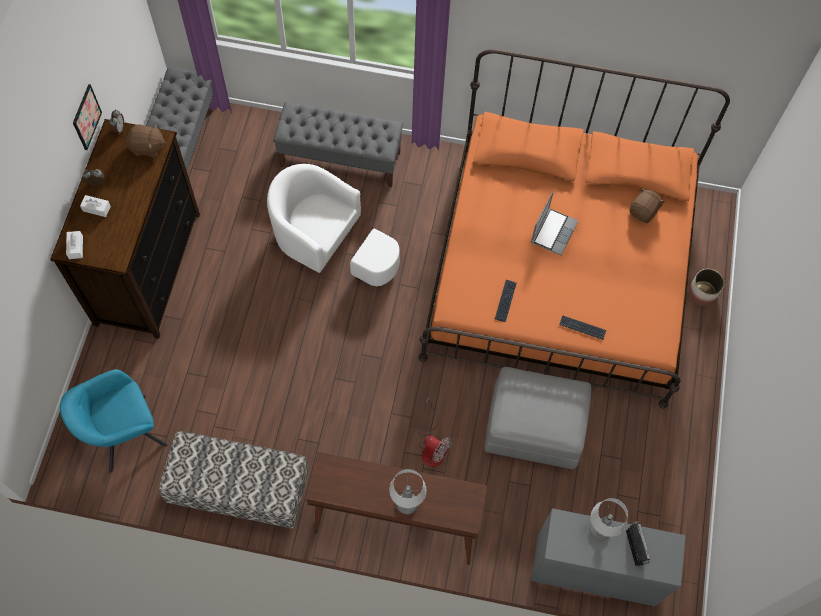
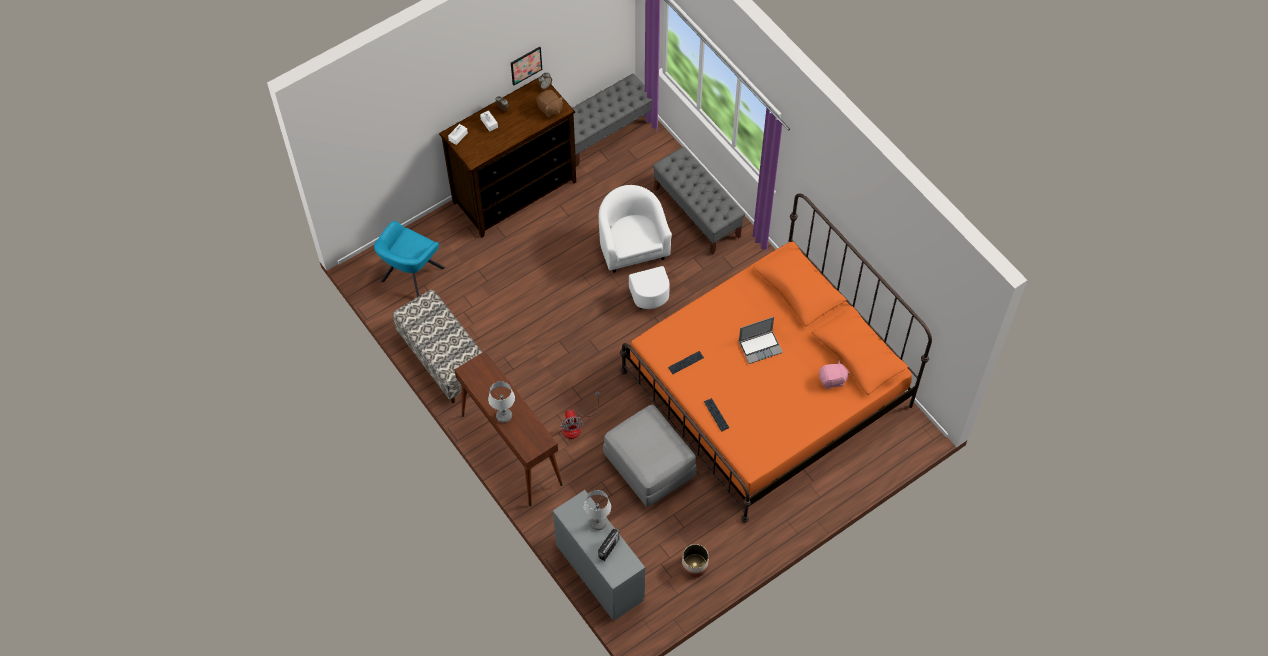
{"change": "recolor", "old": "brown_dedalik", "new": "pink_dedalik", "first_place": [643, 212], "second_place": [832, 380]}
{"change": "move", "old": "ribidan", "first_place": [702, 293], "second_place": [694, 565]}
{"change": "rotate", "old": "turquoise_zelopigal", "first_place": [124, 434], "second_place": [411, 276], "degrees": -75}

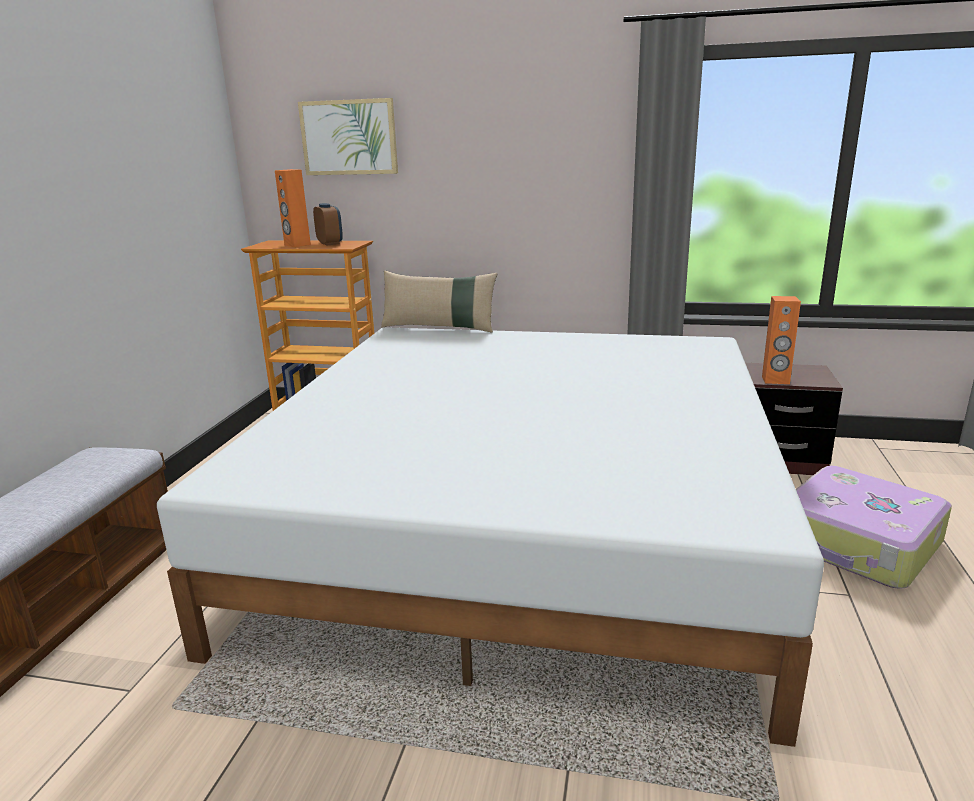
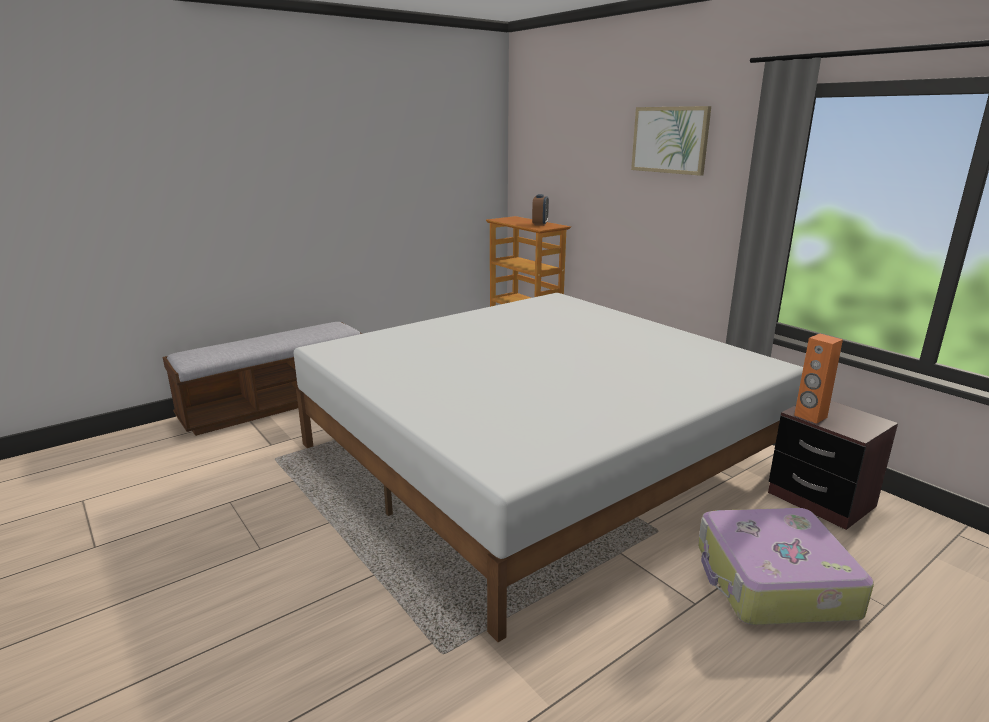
{"change": "move", "old": "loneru", "first_place": [349, 137], "second_place": [670, 140]}
{"change": "delete", "old": "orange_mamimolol", "first_place": [297, 245]}
{"change": "delete", "old": "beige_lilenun", "first_place": [439, 327]}

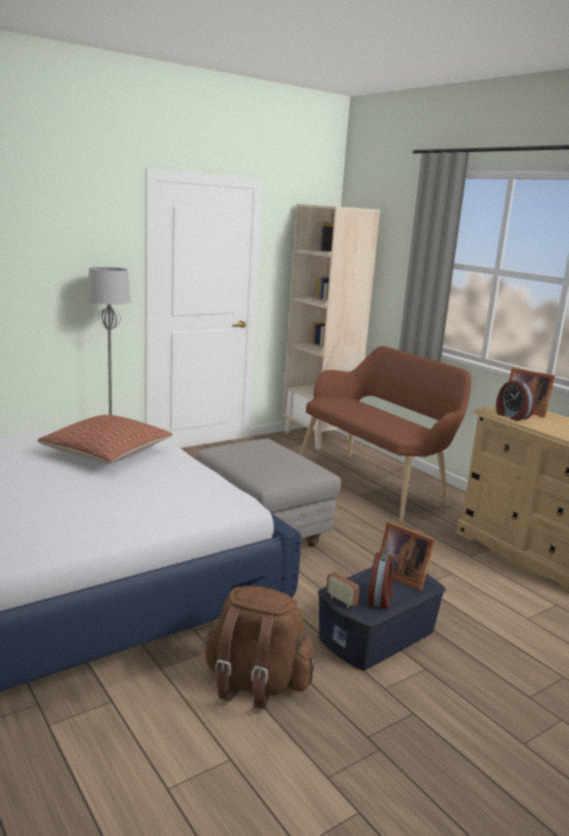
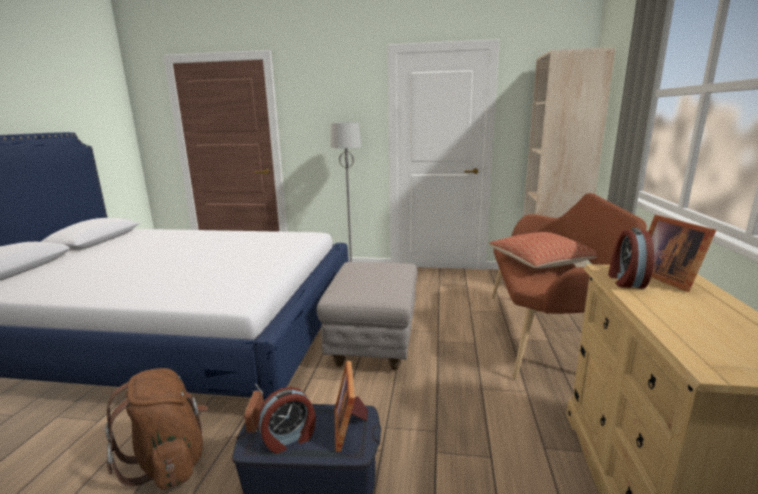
{"change": "move", "old": "lilenun", "first_place": [106, 453], "second_place": [540, 262]}

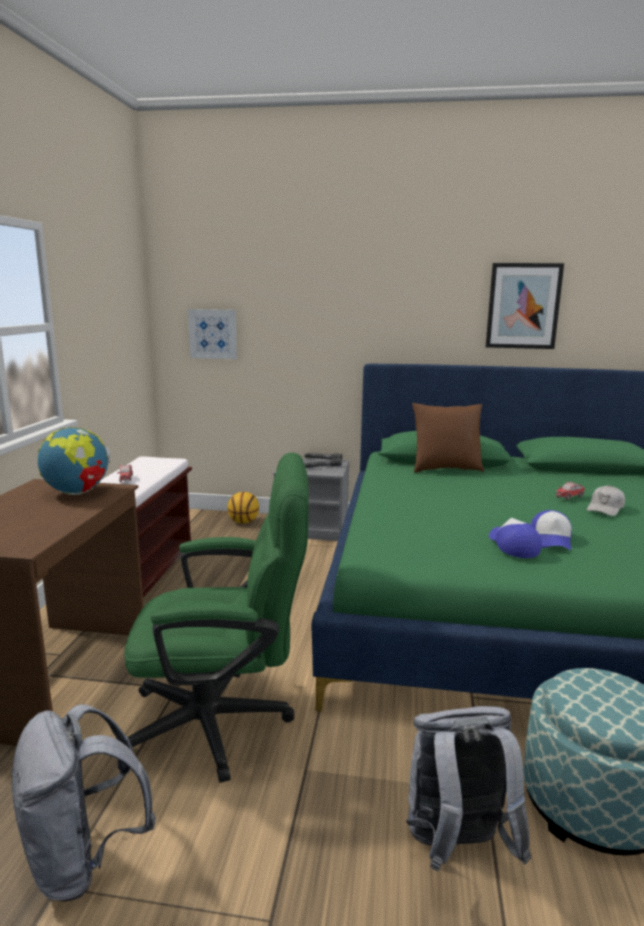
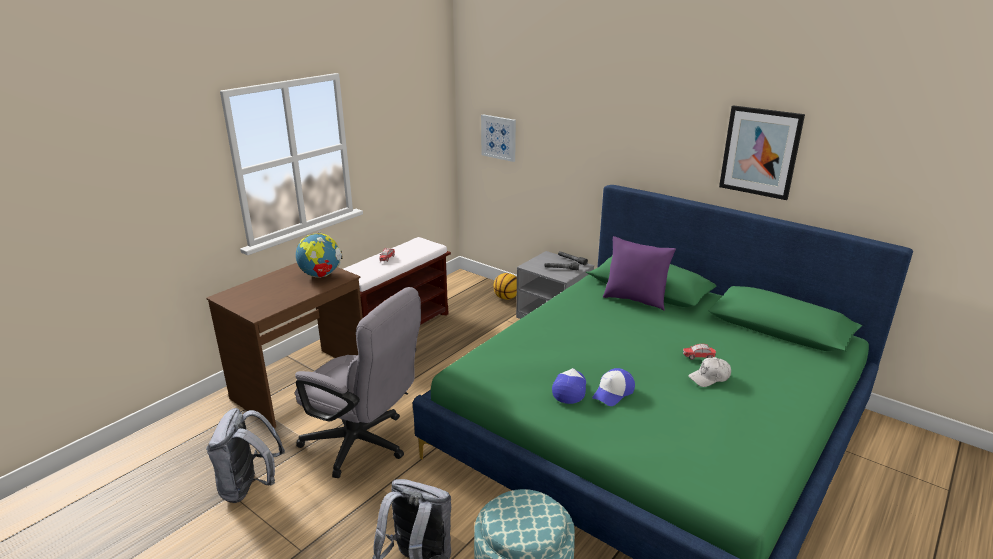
{"change": "recolor", "old": "brown_lilenun", "new": "purple_lilenun", "first_place": [445, 469], "second_place": [635, 300]}
{"change": "recolor", "old": "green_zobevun", "new": "grey_zobevun", "first_place": [224, 722], "second_place": [364, 445]}

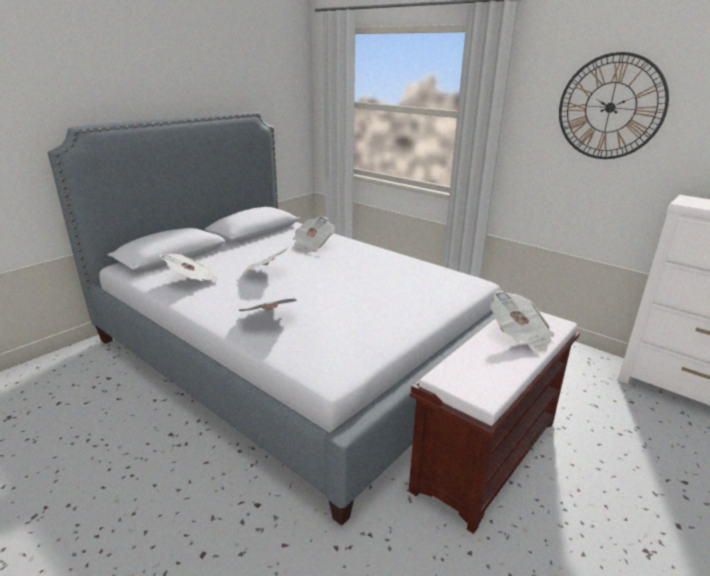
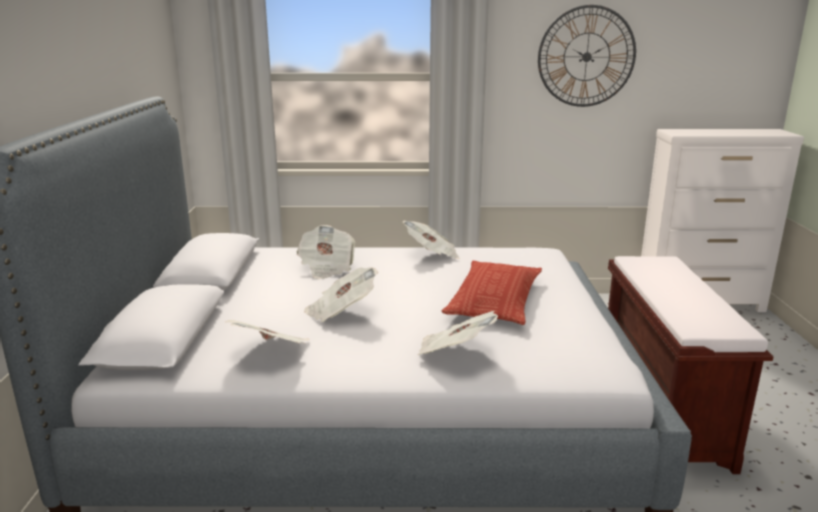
{"change": "move", "old": "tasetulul", "first_place": [519, 337], "second_place": [432, 254]}
{"change": "insert", "new": "lilenun", "second_place": [495, 300]}

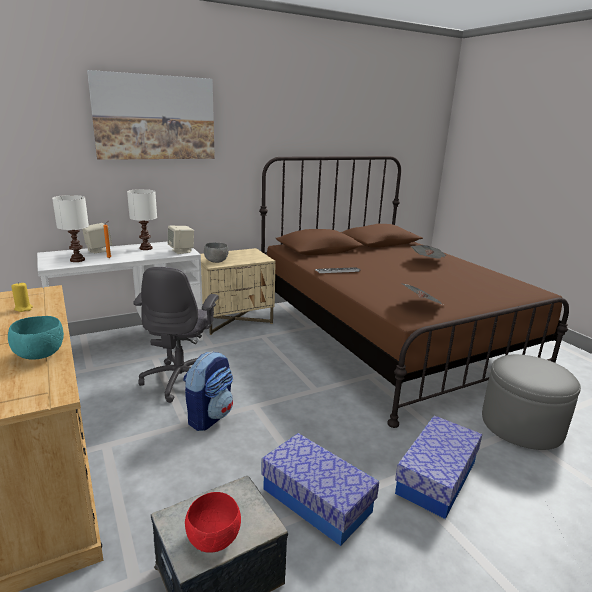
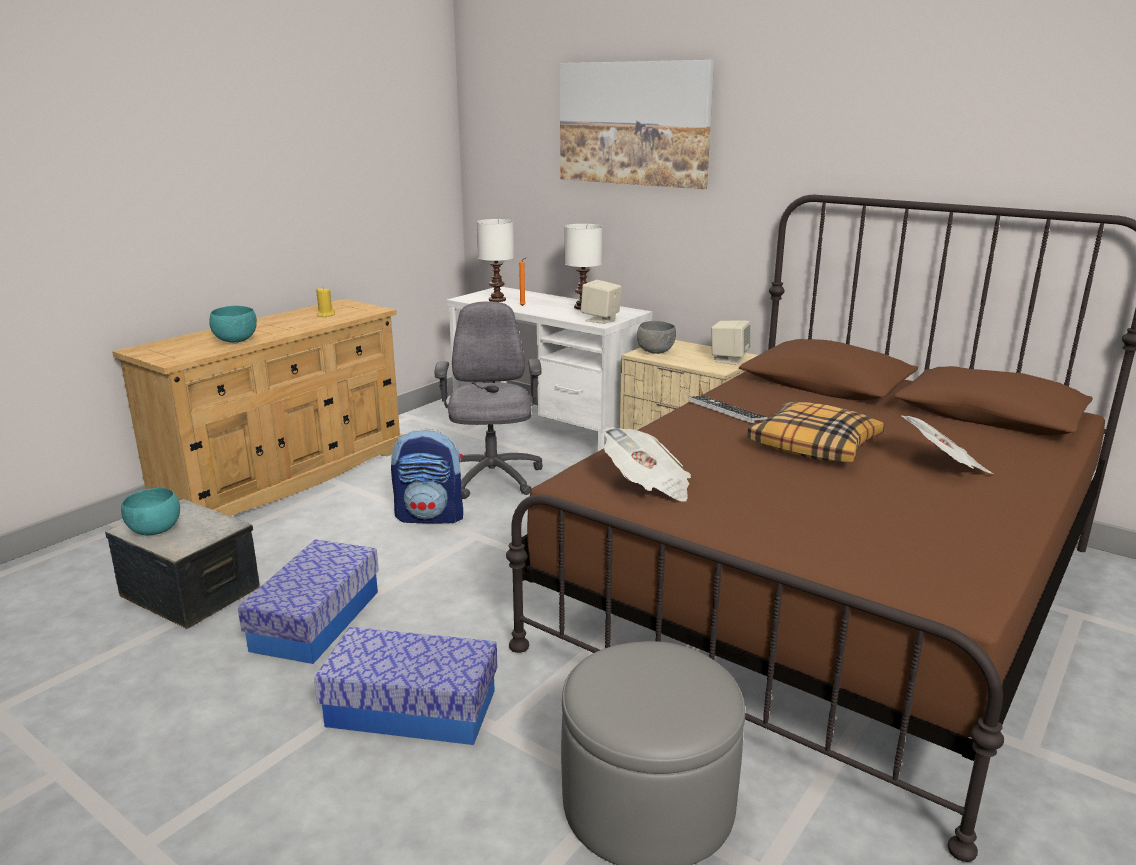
{"change": "move", "old": "beige_mamimolol", "first_place": [98, 250], "second_place": [729, 360]}
{"change": "rotate", "old": "grey_zobevun", "first_place": [181, 380], "second_place": [491, 479], "degrees": 105}
{"change": "recolor", "old": "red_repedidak", "new": "turquoise_repedidak", "first_place": [215, 540], "second_place": [155, 531]}
{"change": "insert", "new": "lilenun", "second_place": [815, 445]}

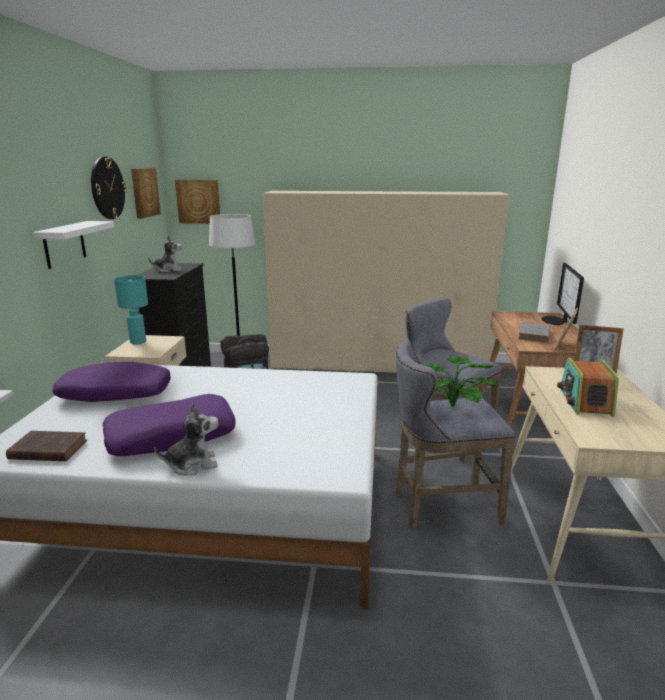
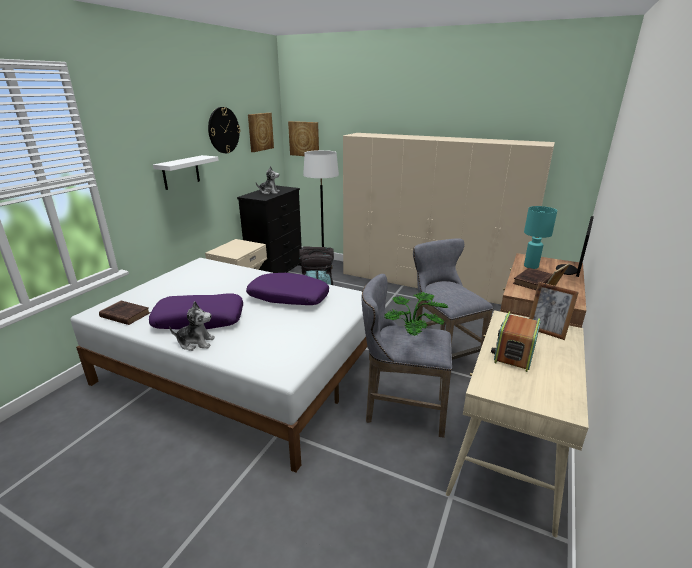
{"change": "move", "old": "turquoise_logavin", "first_place": [137, 342], "second_place": [530, 266]}
{"change": "recolor", "old": "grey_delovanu", "new": "brown_delovanu", "first_place": [533, 335], "second_place": [532, 282]}
{"change": "move", "old": "purple_lilenun", "first_place": [115, 394], "second_place": [288, 298]}

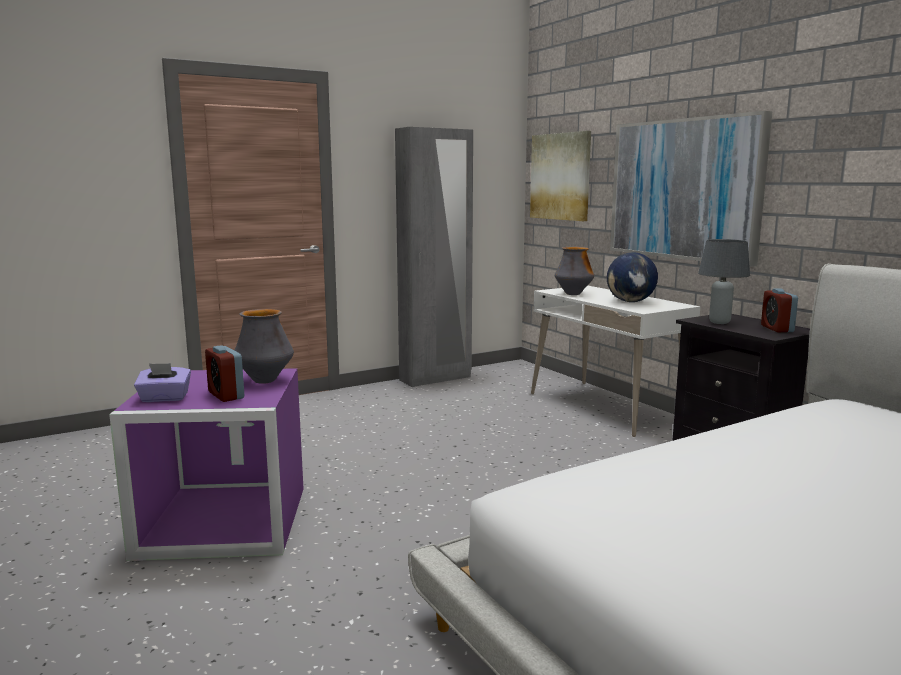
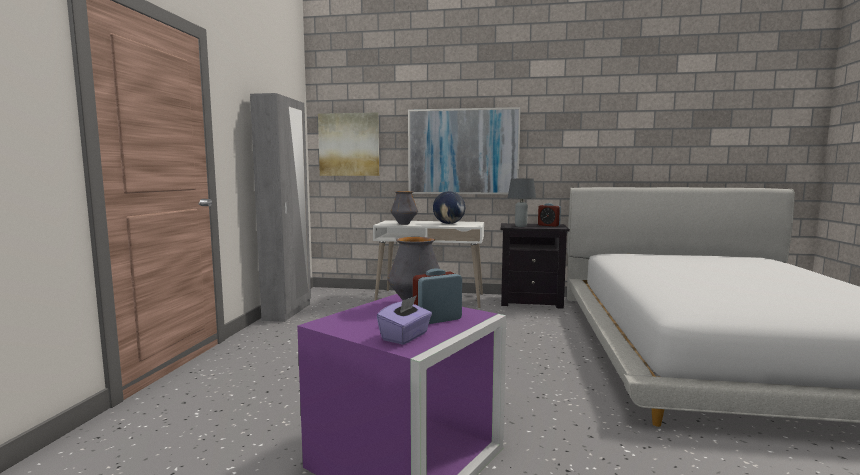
{"change": "rotate", "old": "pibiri", "first_place": [226, 395], "second_place": [437, 319], "degrees": 150}

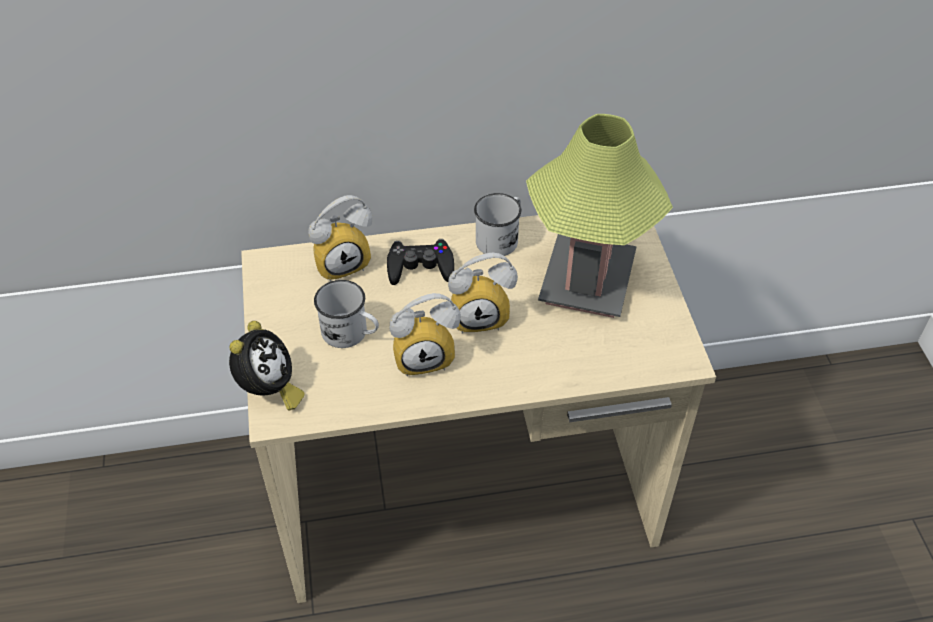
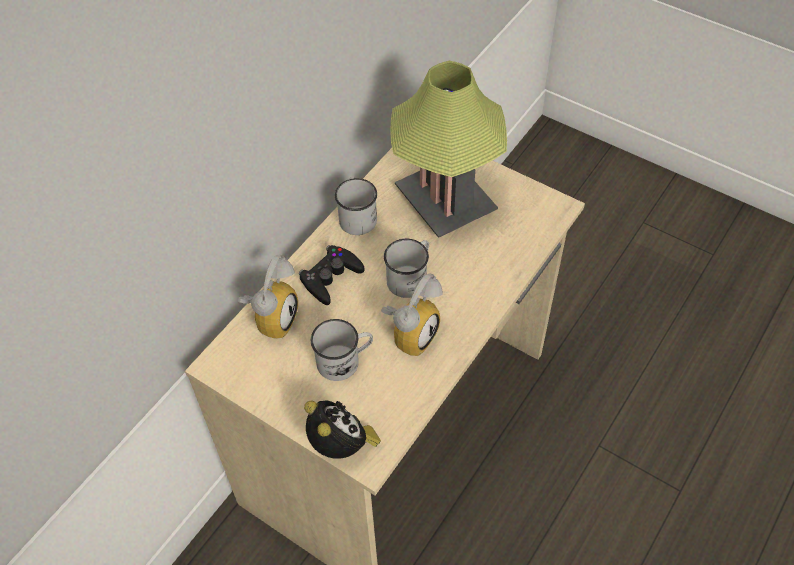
{"change": "replace", "old": "pibiri", "new": "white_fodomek", "first_place": [480, 315], "second_place": [410, 277]}

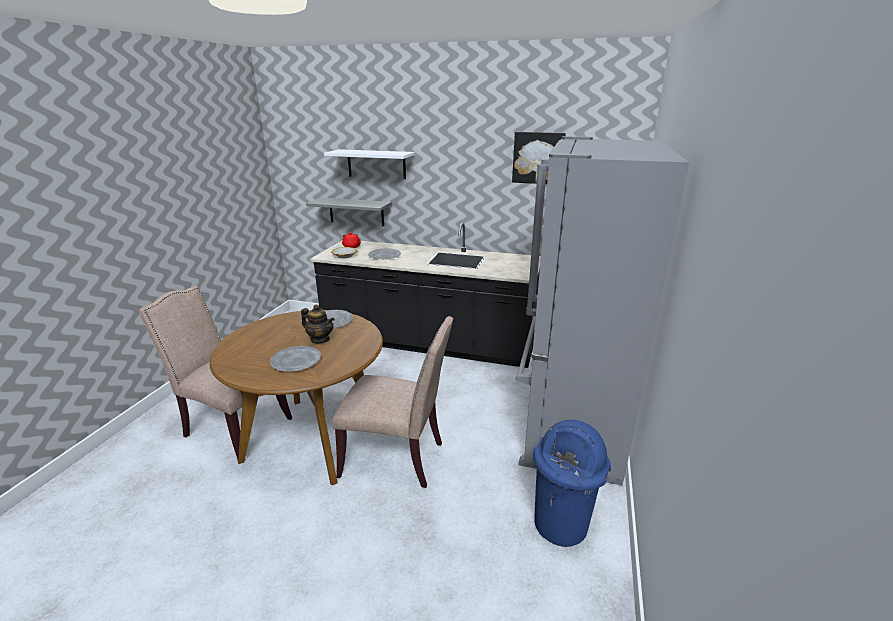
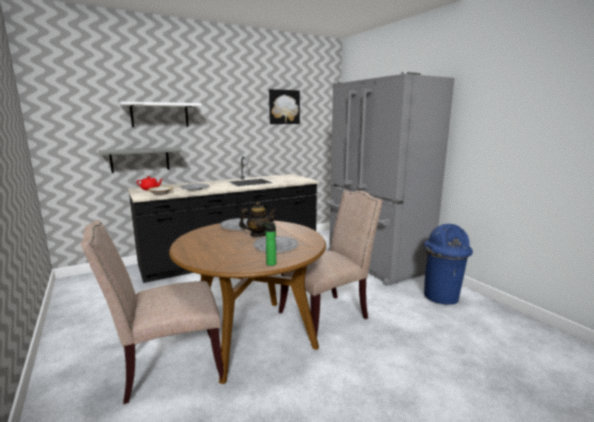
{"change": "insert", "new": "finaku", "second_place": [269, 263]}

